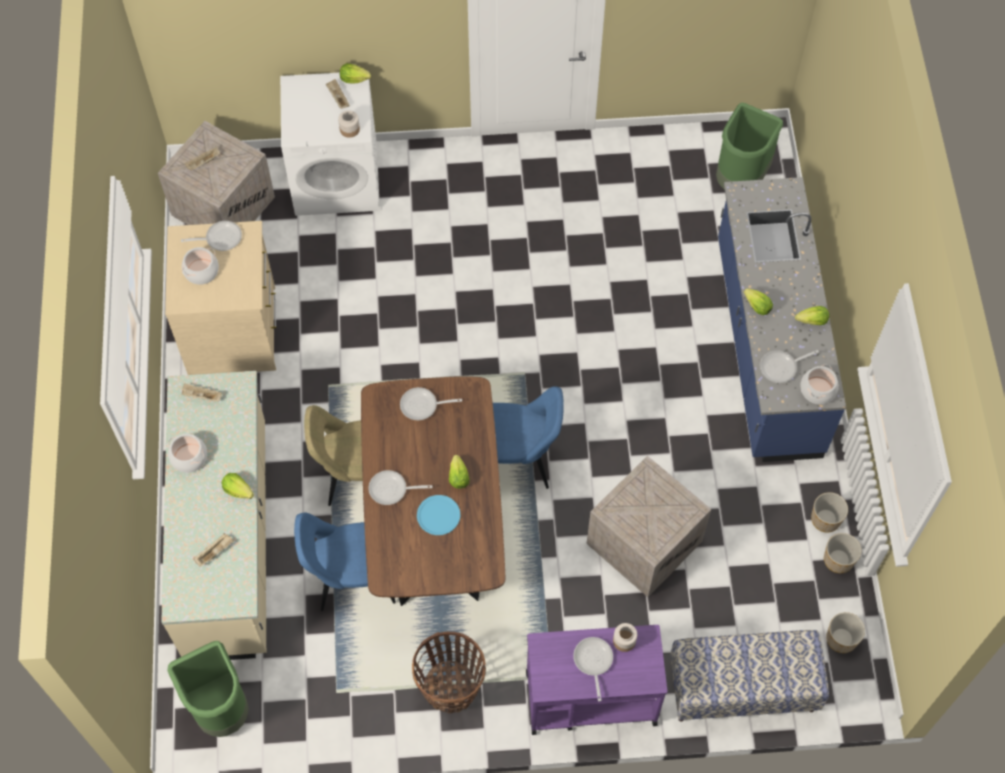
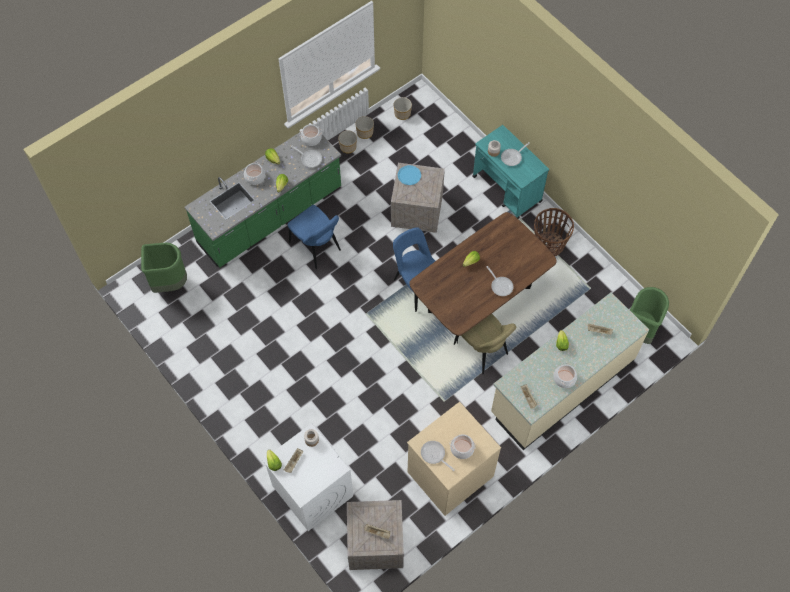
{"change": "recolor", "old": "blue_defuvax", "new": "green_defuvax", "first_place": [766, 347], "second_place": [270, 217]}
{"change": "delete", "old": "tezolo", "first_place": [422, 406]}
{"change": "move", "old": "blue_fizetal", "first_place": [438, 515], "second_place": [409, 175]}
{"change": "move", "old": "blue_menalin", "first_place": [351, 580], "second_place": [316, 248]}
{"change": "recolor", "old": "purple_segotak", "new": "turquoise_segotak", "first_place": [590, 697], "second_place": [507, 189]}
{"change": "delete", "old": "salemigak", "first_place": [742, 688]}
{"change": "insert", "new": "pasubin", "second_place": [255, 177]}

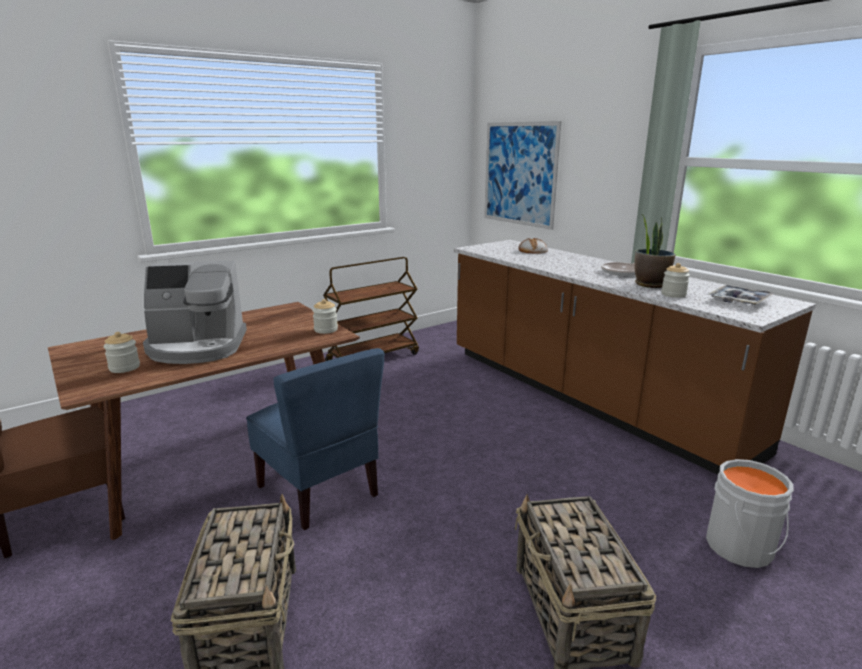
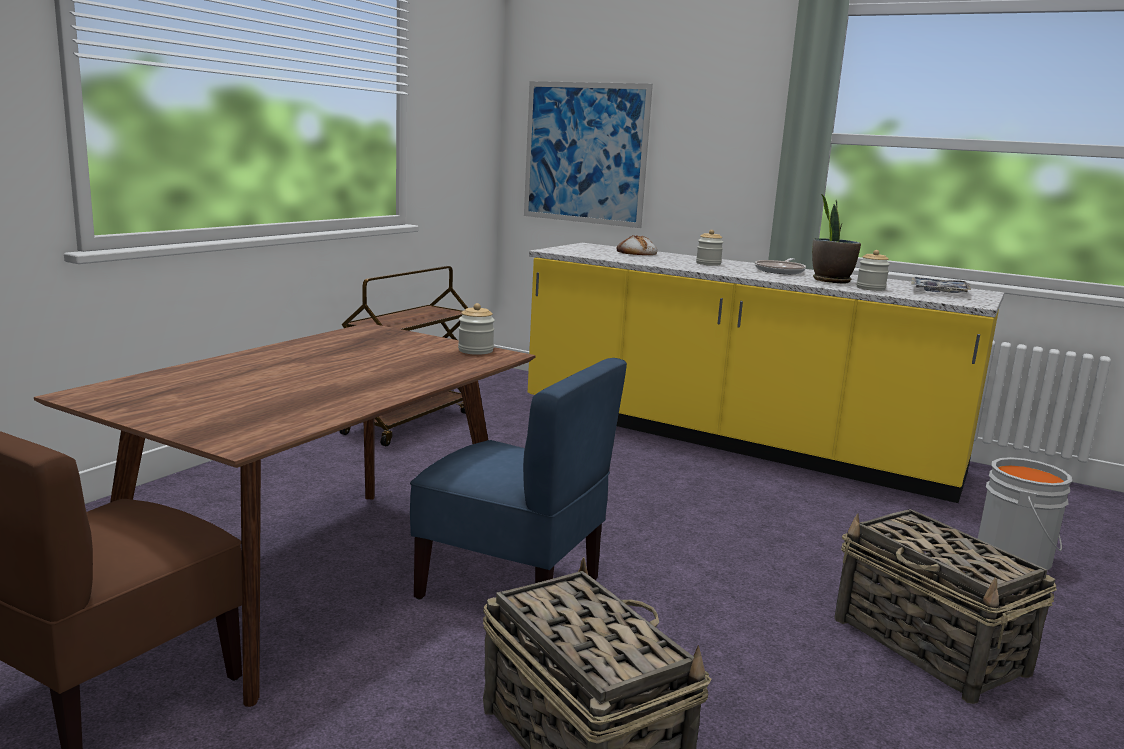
{"change": "recolor", "old": "brown_defuvax", "new": "yellow_defuvax", "first_place": [585, 397], "second_place": [732, 441]}
{"change": "delete", "old": "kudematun", "first_place": [197, 347]}
{"change": "move", "old": "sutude", "first_place": [124, 367], "second_place": [708, 264]}

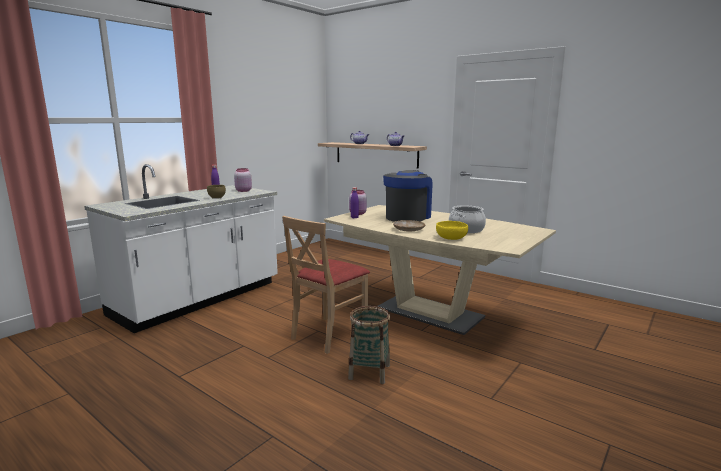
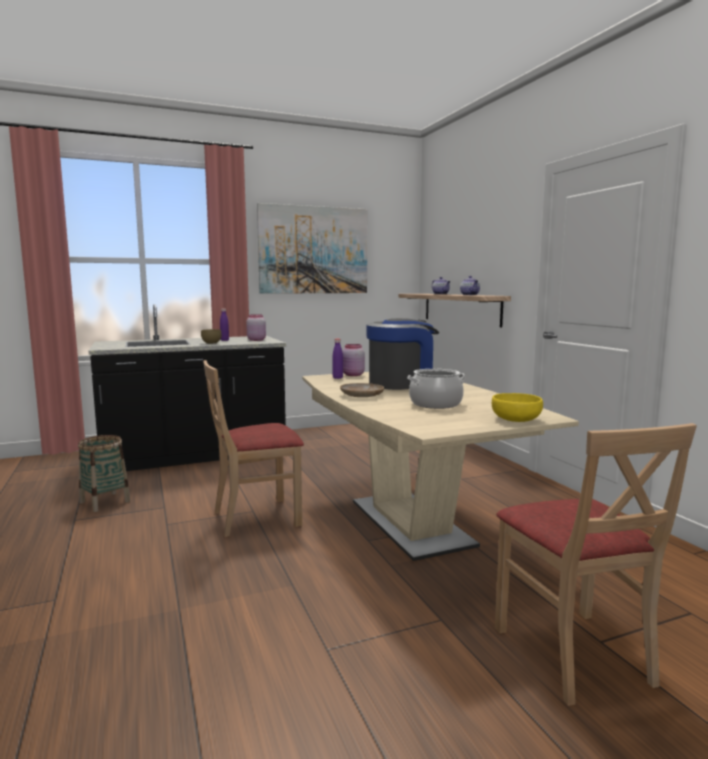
{"change": "recolor", "old": "white_defuvax", "new": "black_defuvax", "first_place": [199, 299], "second_place": [195, 455]}
{"change": "move", "old": "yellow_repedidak", "first_place": [450, 238], "second_place": [515, 419]}
{"change": "move", "old": "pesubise", "first_place": [369, 372], "second_place": [105, 502]}
{"change": "insert", "new": "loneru", "second_place": [314, 250]}
{"change": "insert", "new": "beige_menalin", "second_place": [573, 653]}

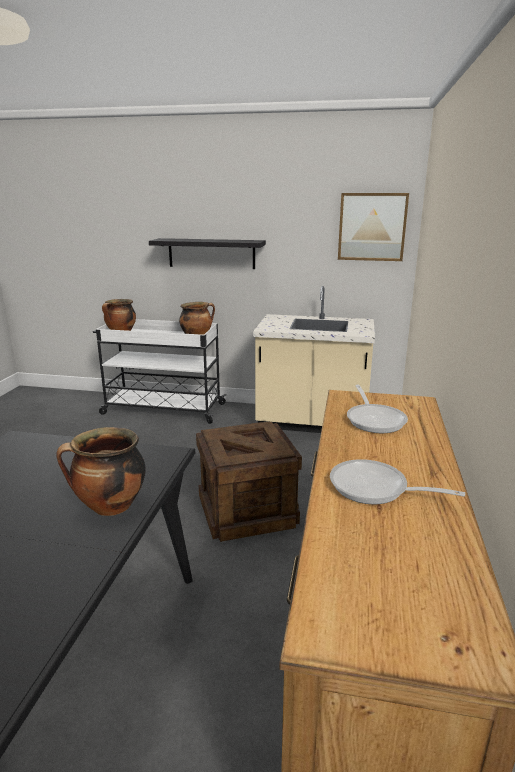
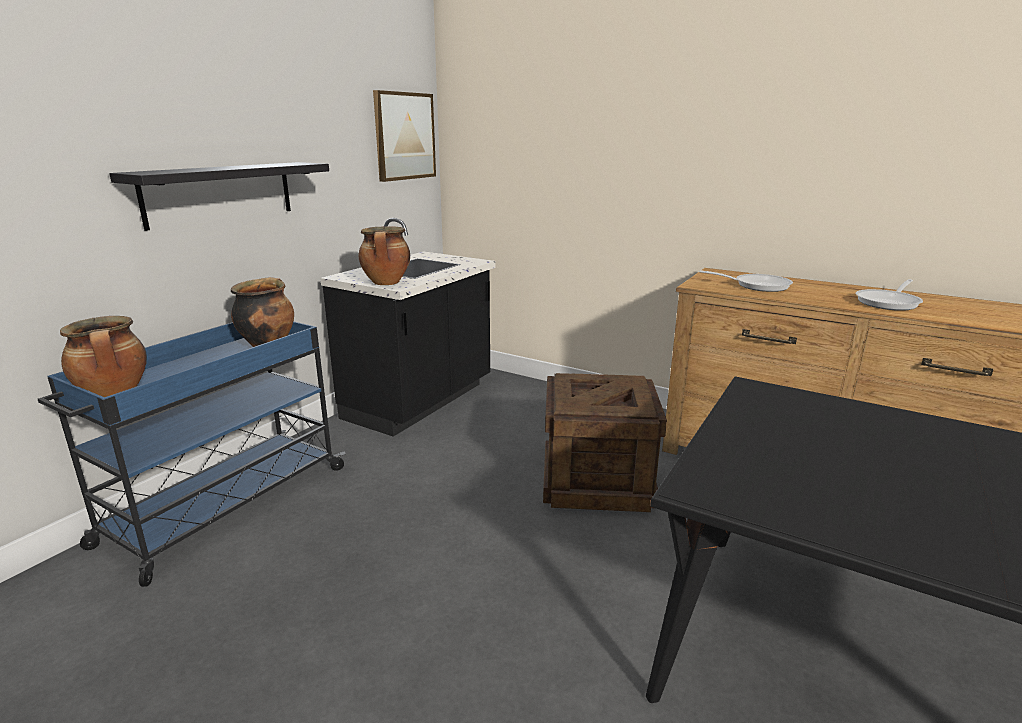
{"change": "recolor", "old": "beige_defuvax", "new": "black_defuvax", "first_place": [311, 424], "second_place": [420, 402]}
{"change": "recolor", "old": "white_segotak", "new": "blue_segotak", "first_place": [162, 409], "second_place": [224, 506]}
{"change": "move", "old": "pasubin", "first_place": [110, 507], "second_place": [387, 283]}

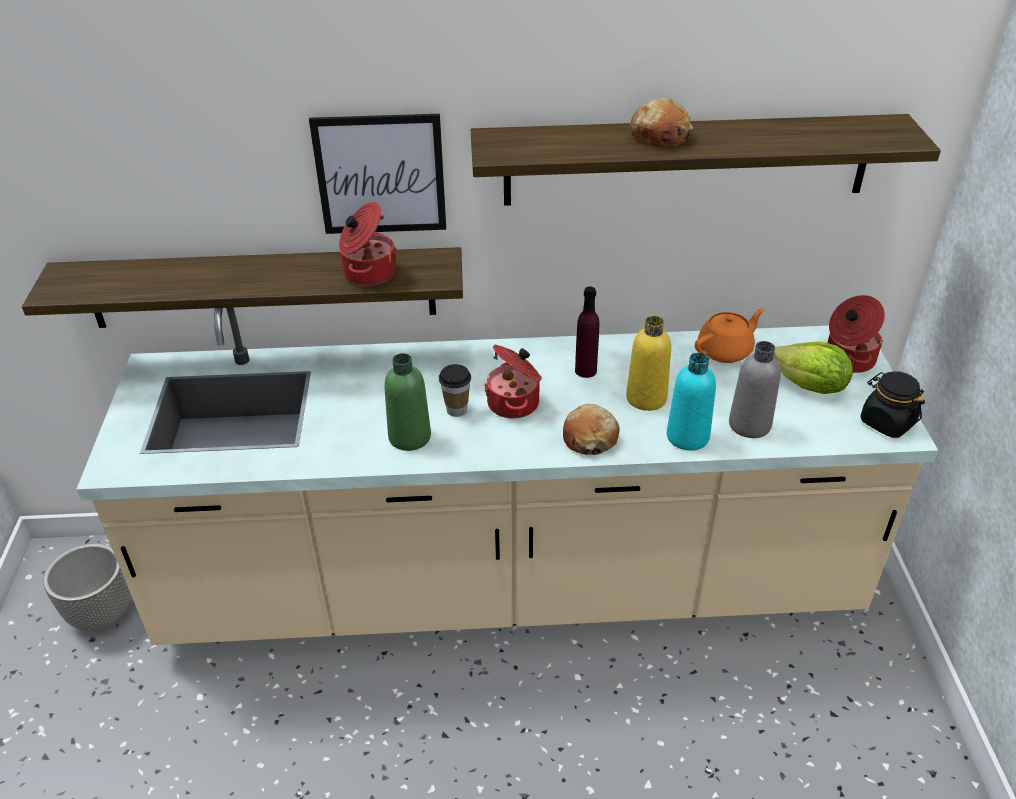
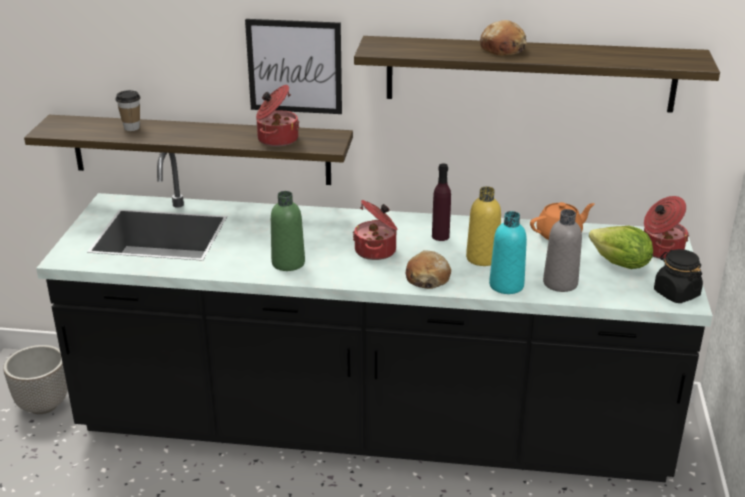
{"change": "recolor", "old": "beige_defuvax", "new": "black_defuvax", "first_place": [510, 585], "second_place": [372, 427]}
{"change": "move", "old": "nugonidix", "first_place": [456, 410], "second_place": [131, 128]}

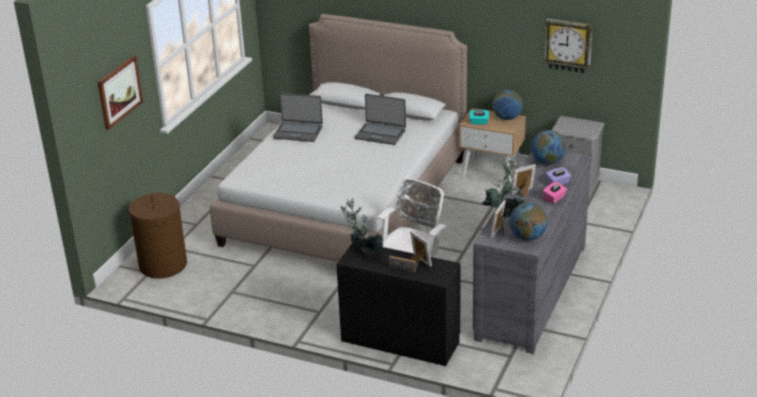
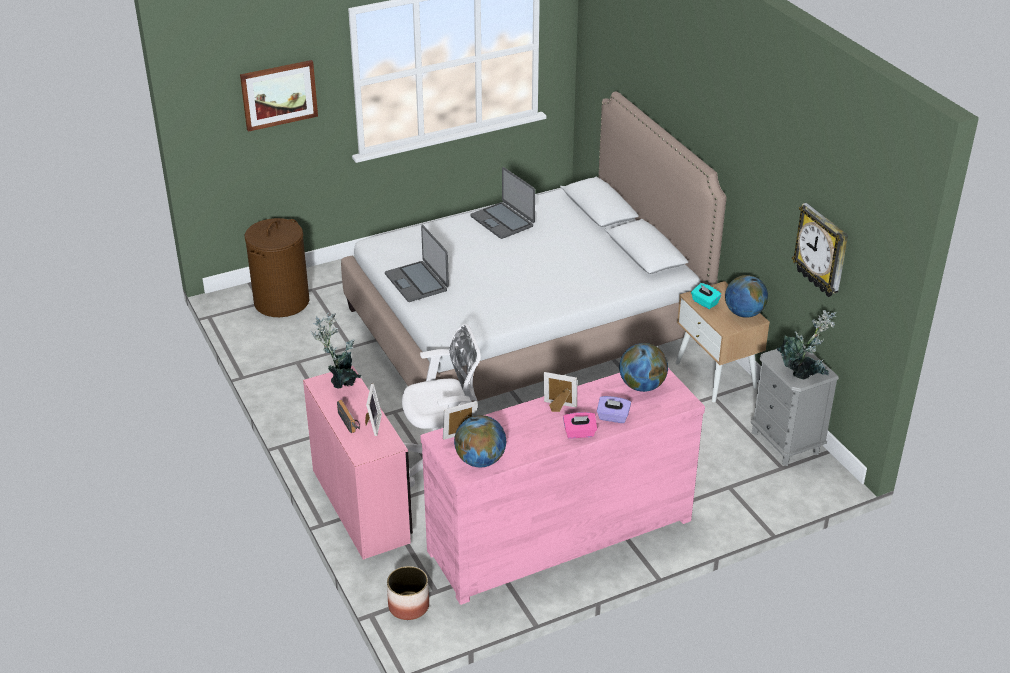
{"change": "move", "old": "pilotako", "first_place": [380, 134], "second_place": [417, 282]}
{"change": "recolor", "old": "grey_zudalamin", "new": "pink_zudalamin", "first_place": [530, 291], "second_place": [559, 534]}
{"change": "move", "old": "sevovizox", "first_place": [505, 213], "second_place": [803, 373]}
{"change": "recolor", "old": "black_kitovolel", "new": "pink_kitovolel", "first_place": [400, 340], "second_place": [362, 505]}
{"change": "insert", "new": "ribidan", "second_place": [409, 606]}

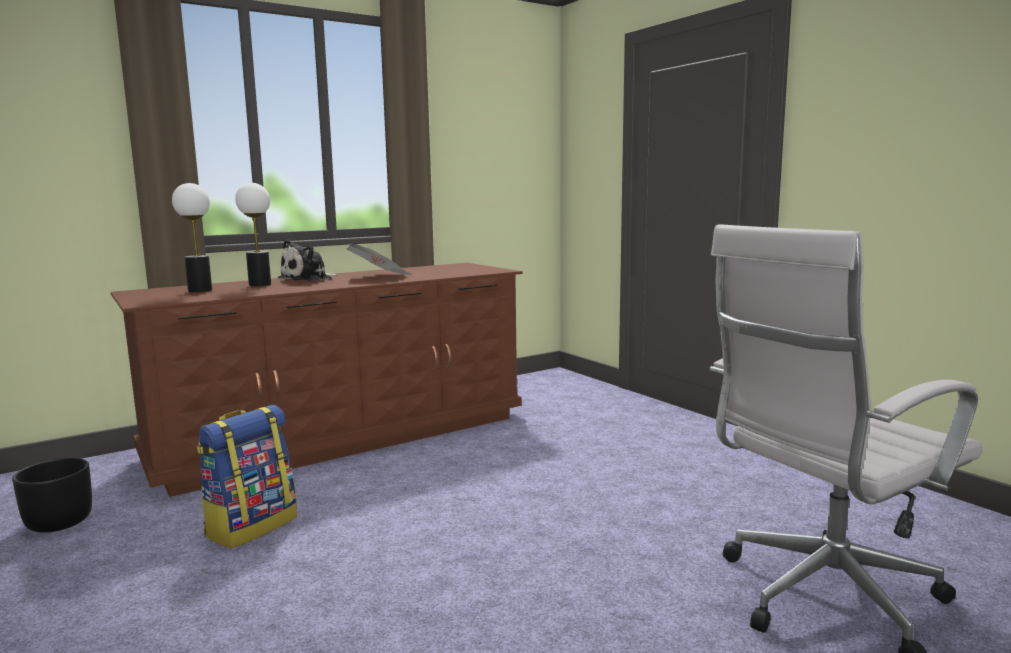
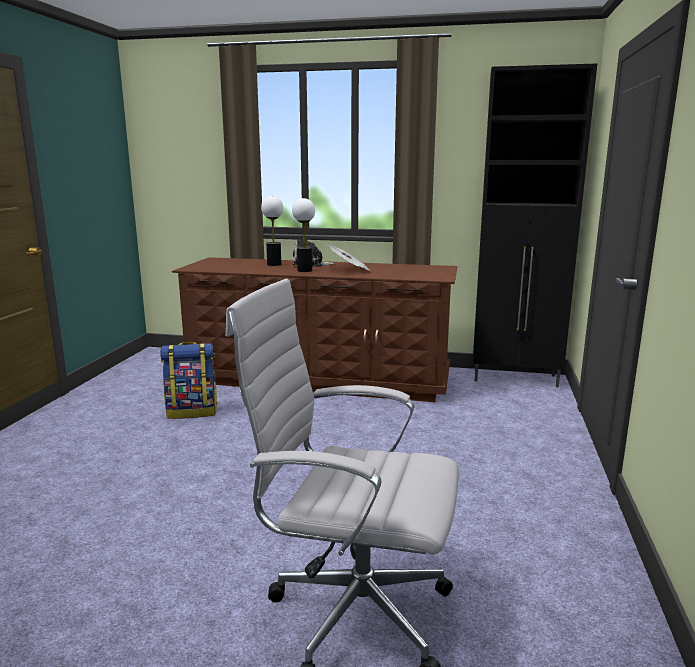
{"change": "move", "old": "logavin", "first_place": [200, 290], "second_place": [305, 270]}
{"change": "delete", "old": "black_ribidan", "first_place": [59, 522]}
{"change": "insert", "new": "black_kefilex", "second_place": [516, 378]}

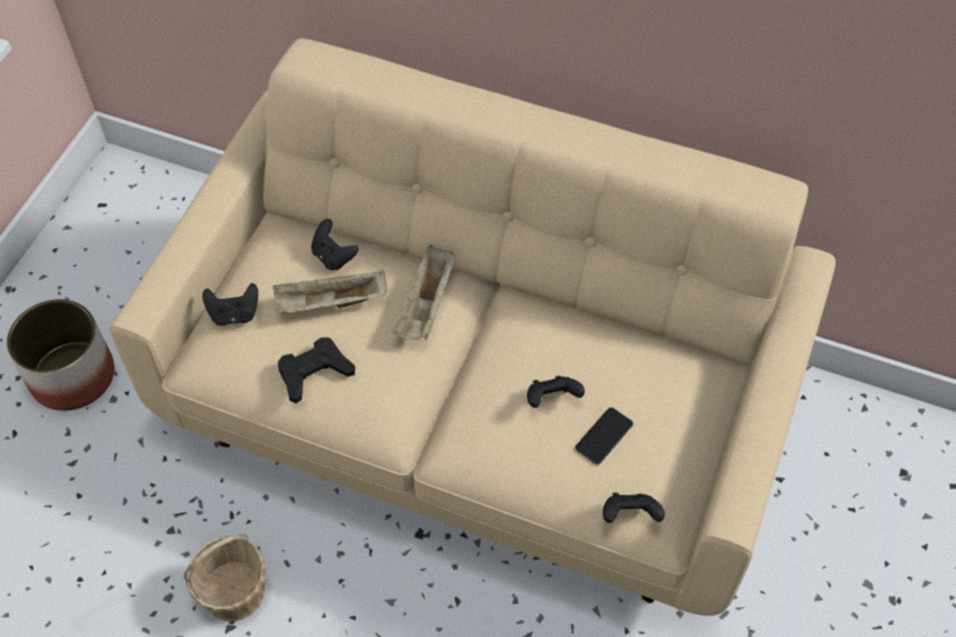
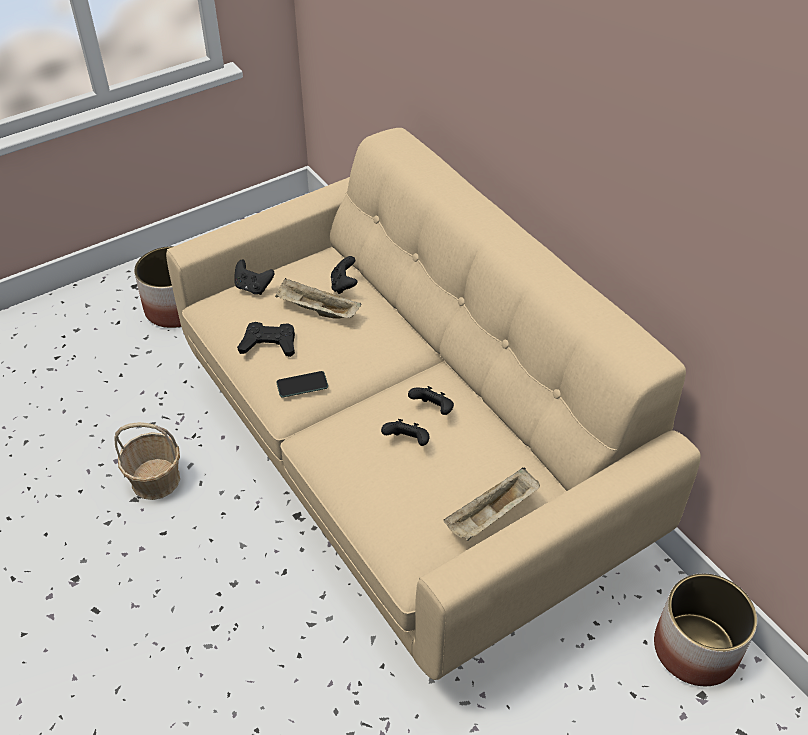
{"change": "move", "old": "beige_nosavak", "first_place": [426, 306], "second_place": [491, 516]}
{"change": "move", "old": "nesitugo", "first_place": [604, 436], "second_place": [302, 385]}
{"change": "move", "old": "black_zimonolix", "first_place": [630, 516], "second_place": [433, 410]}
{"change": "insert", "new": "ribidan", "second_place": [696, 649]}

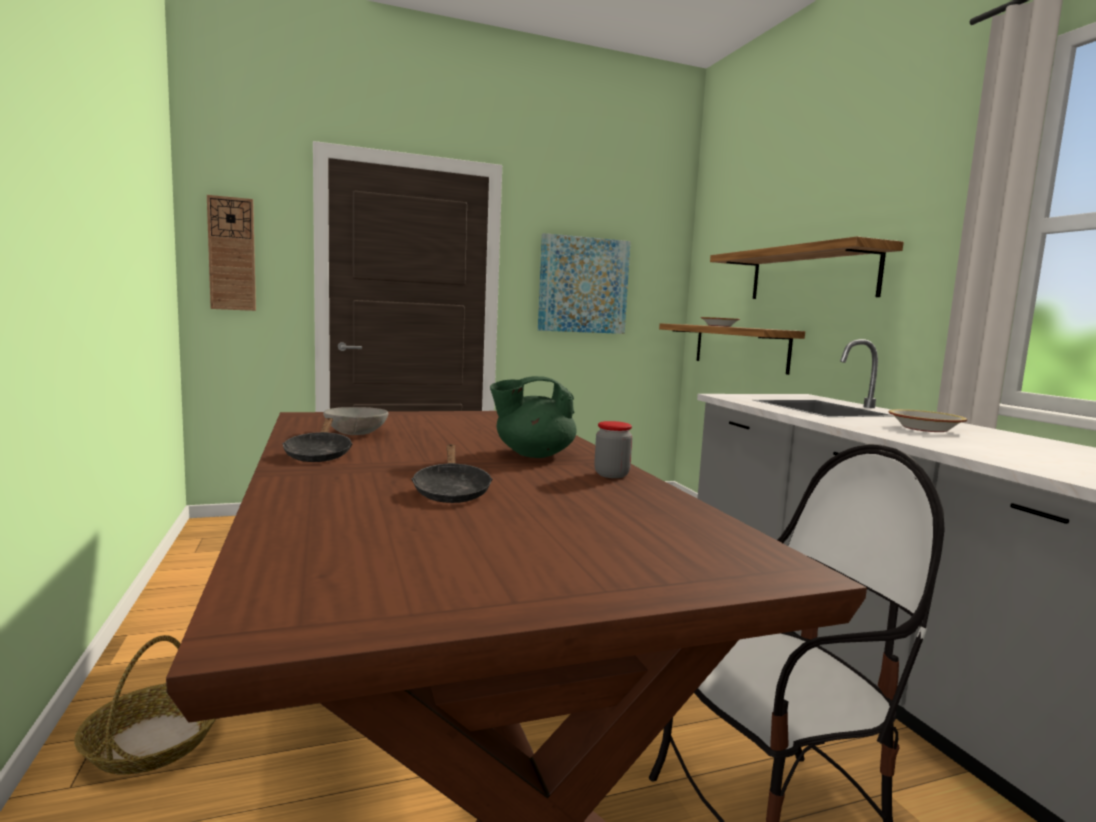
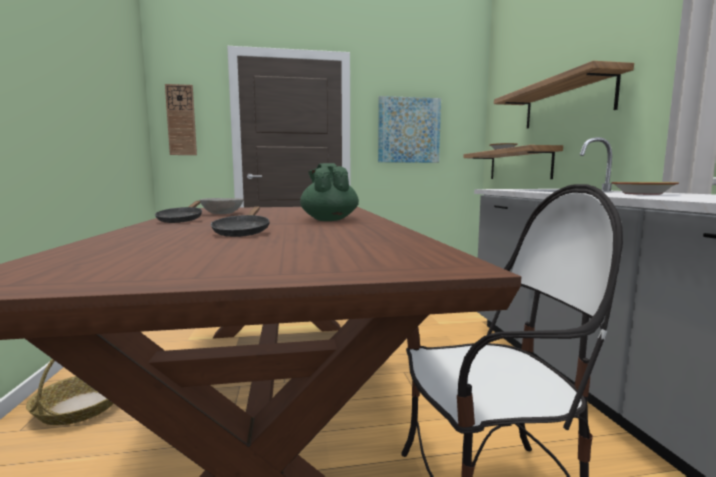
{"change": "rotate", "old": "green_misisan", "first_place": [533, 454], "second_place": [329, 220], "degrees": 75}
{"change": "delete", "old": "sutude", "first_place": [611, 474]}

